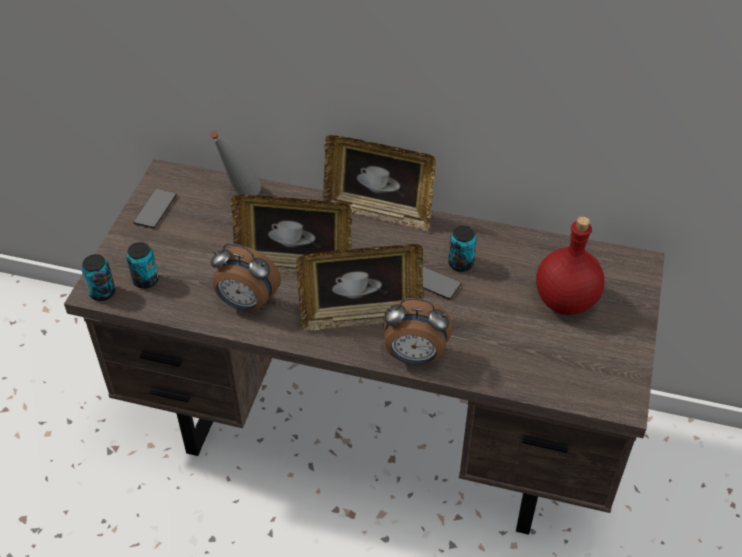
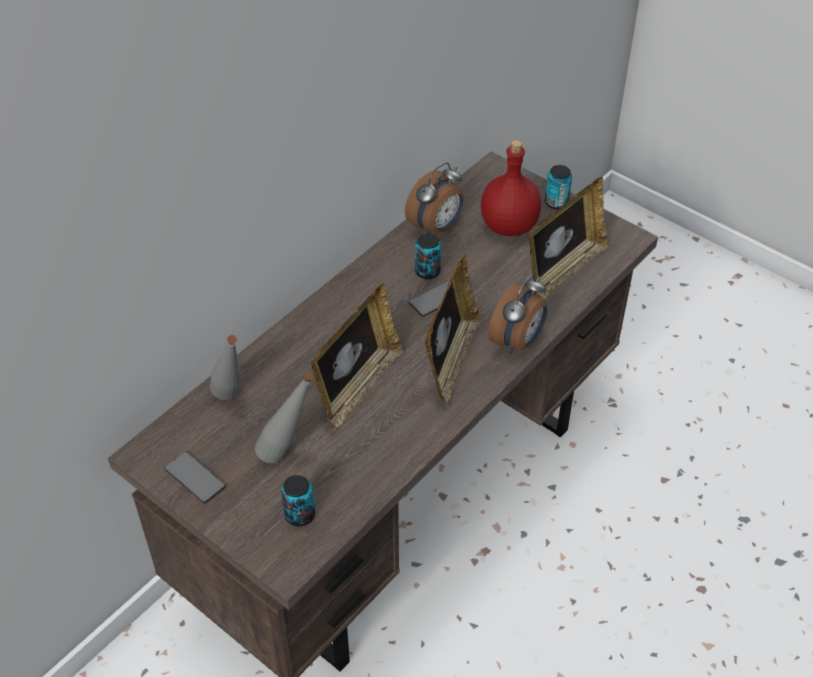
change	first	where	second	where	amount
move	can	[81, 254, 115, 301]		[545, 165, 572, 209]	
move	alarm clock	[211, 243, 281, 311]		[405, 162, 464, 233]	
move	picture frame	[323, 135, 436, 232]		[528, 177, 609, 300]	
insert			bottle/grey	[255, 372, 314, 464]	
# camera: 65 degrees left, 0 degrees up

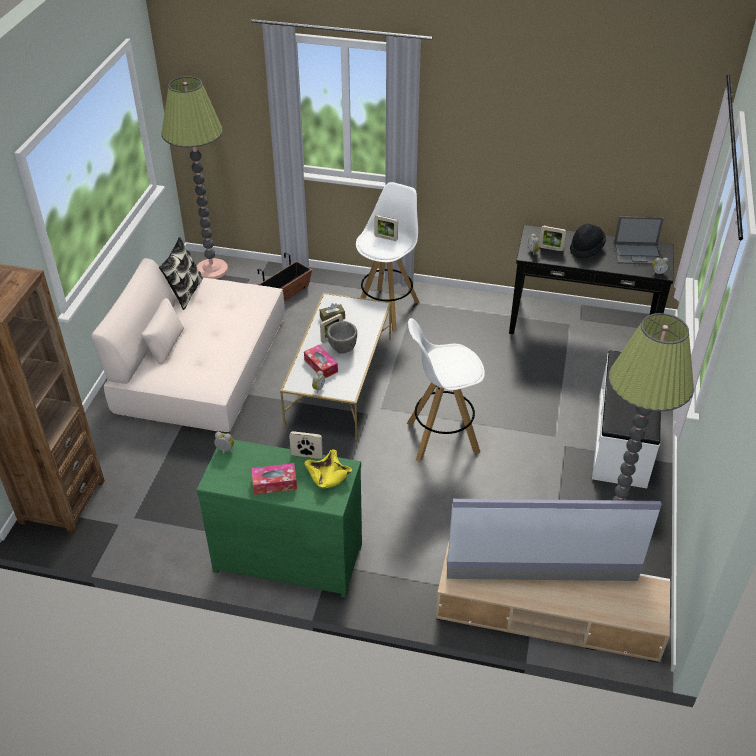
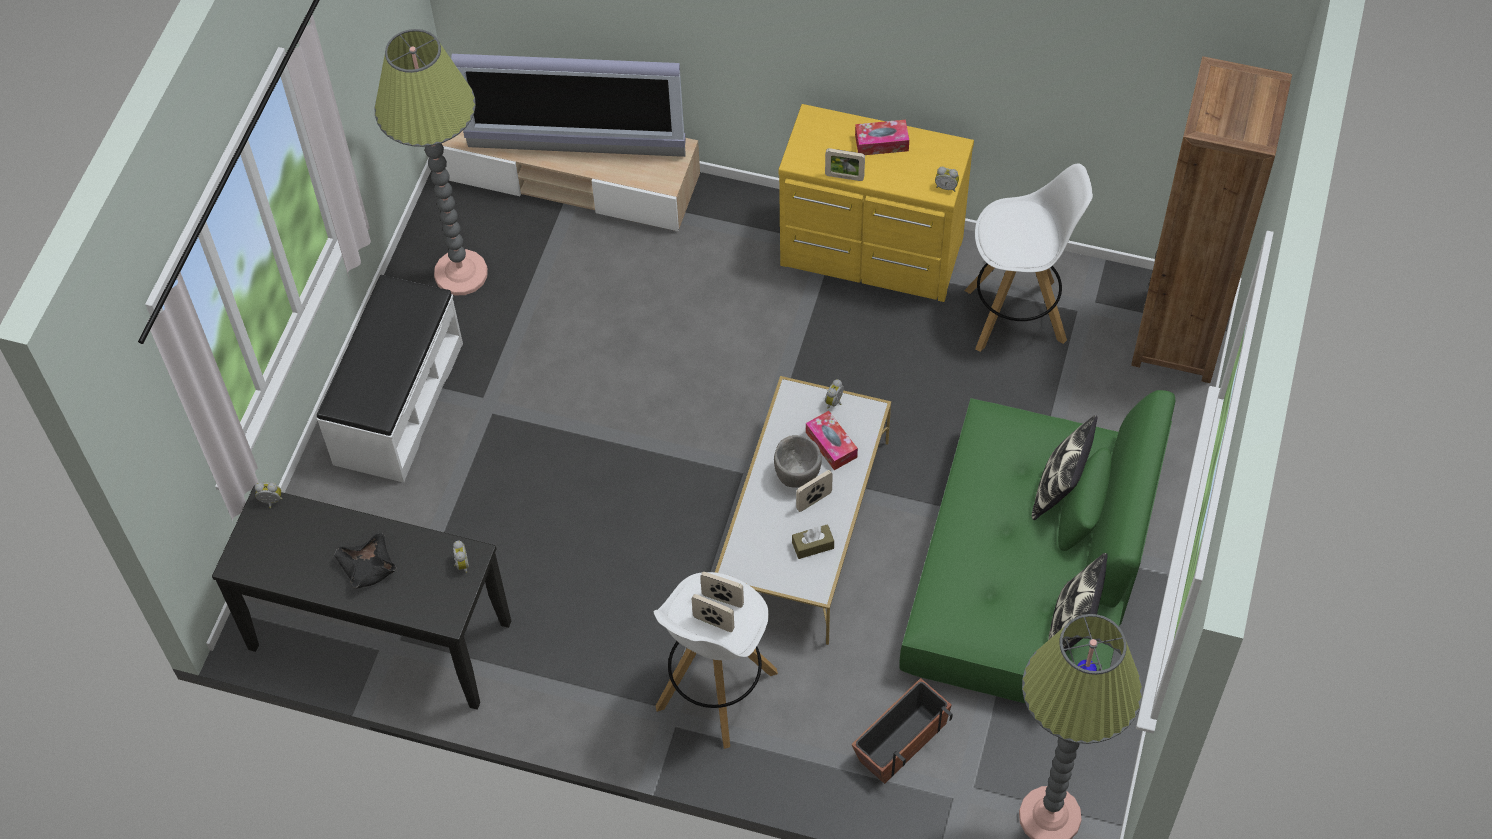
change	first	where	second	where	amount
recolor	sofa/beige	[91, 258, 285, 432]	sofa/green	[899, 390, 1175, 703]	
recolor	dresser/green	[196, 440, 362, 598]	dresser/yellow	[778, 104, 974, 302]	
delete	bowl/yellow	[304, 450, 352, 488]			
move	stool/white	[407, 318, 485, 462]		[964, 164, 1093, 352]	
move	picture frame	[539, 226, 566, 251]		[700, 572, 744, 608]	
replace	hat/black	[570, 223, 606, 258]	bowl/black	[334, 533, 396, 588]	
delete	laptop	[614, 216, 664, 264]			
insert			pillow	[1032, 415, 1098, 520]	
# camera: 175 degrees left, 15 degrees up

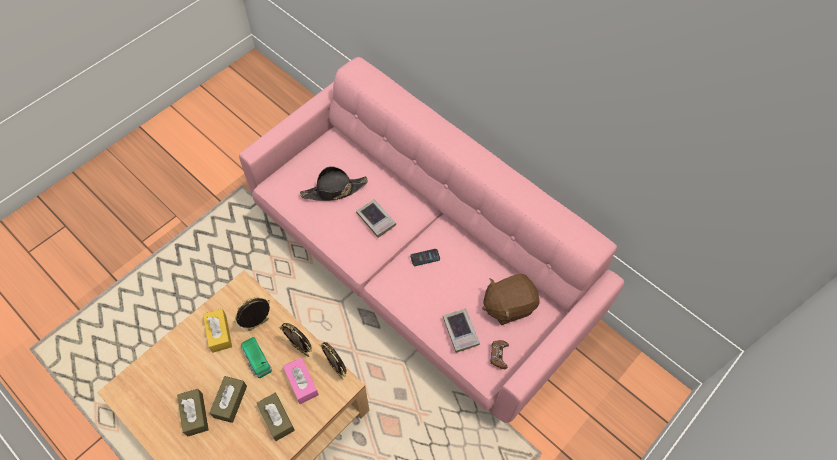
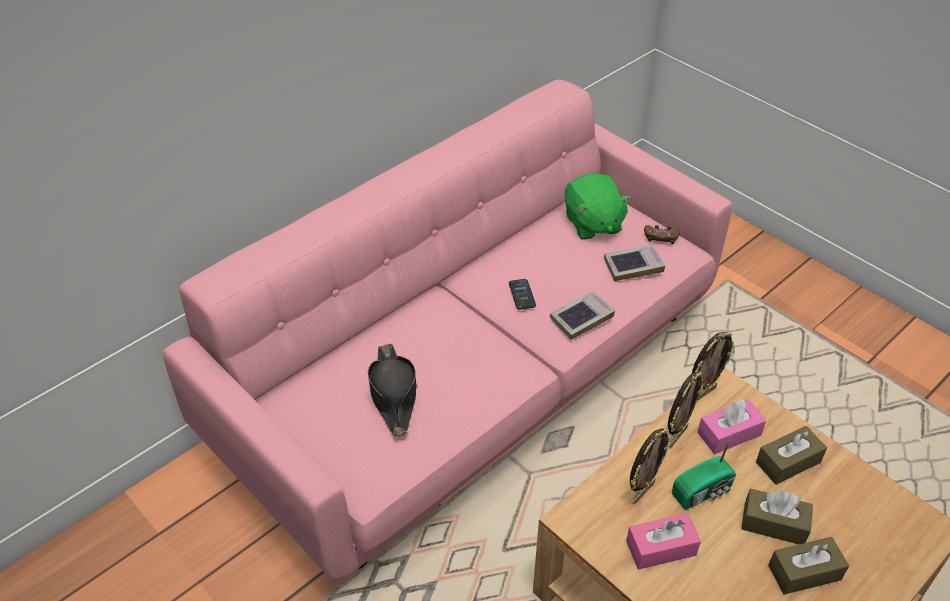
change	first	where	second	where	amount
recolor	tissue box/yellow	[203, 309, 232, 353]	tissue box/pink	[626, 513, 701, 570]	
rotate	picture frame	[234, 296, 270, 331]		[630, 428, 671, 504]	105 degrees counterclockwise
move	book	[356, 199, 396, 238]		[550, 291, 615, 340]	
recolor	plush toy/brown	[482, 274, 539, 325]	plush toy/green	[564, 173, 632, 239]	
# camera: 85 degrees left, 15 degrees down

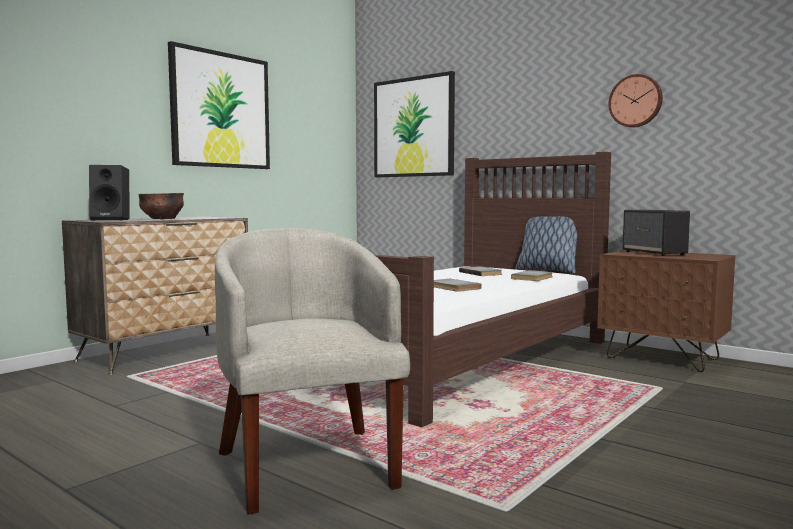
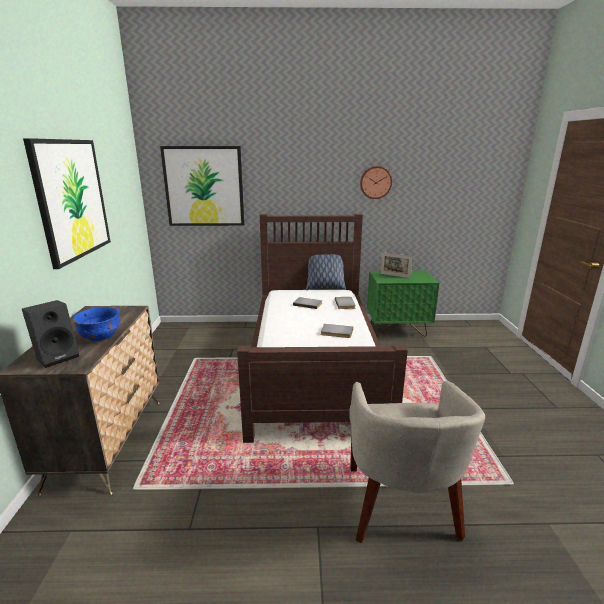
change	first	where	second	where	amount
recolor	bowl/brown	[138, 193, 184, 220]	bowl/blue	[73, 307, 120, 341]	
rotate	armchair/beige	[215, 228, 410, 514]		[349, 381, 485, 543]	120 degrees counterclockwise
recolor	nightstand/brown	[597, 250, 735, 372]	nightstand/green	[367, 270, 439, 337]	
replace	speaker	[622, 210, 690, 256]	picture frame	[380, 252, 413, 278]	
# camera: 40 degrees left, 15 degrees up

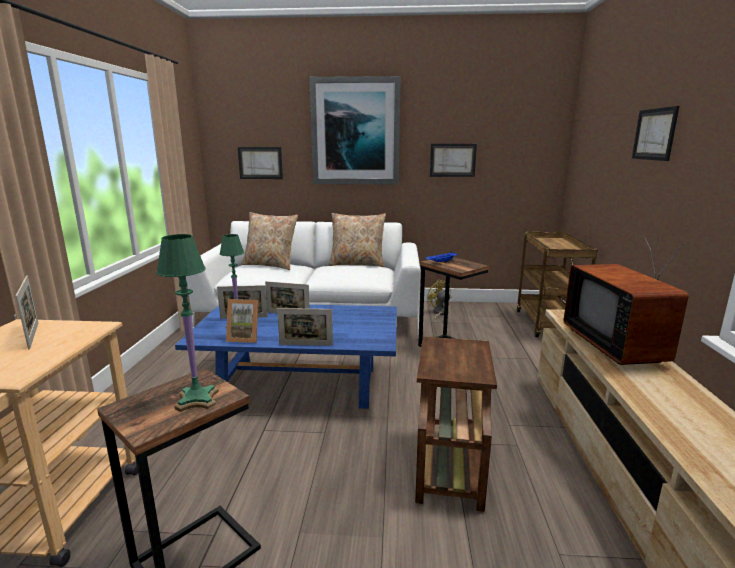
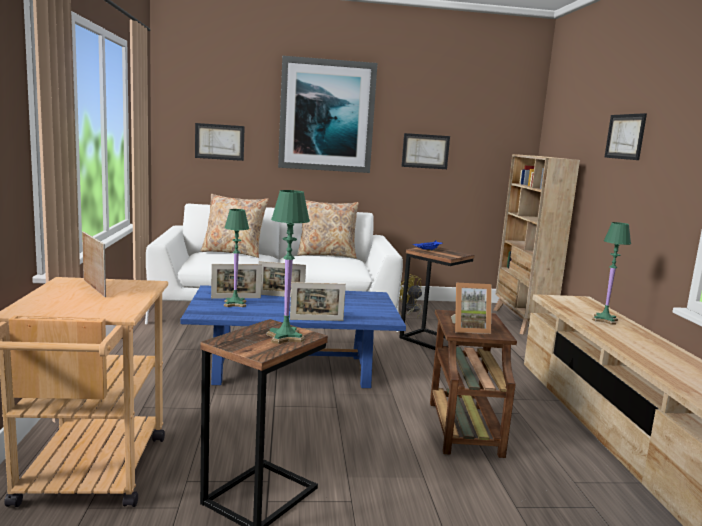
change	first	where	second	where	amount
move	picture frame	[226, 299, 258, 343]		[451, 283, 492, 334]	
replace	cart/brown	[516, 232, 597, 337]	bookcase/beige	[494, 154, 580, 335]	
replace	television	[563, 238, 689, 365]	table lamp/green	[592, 222, 631, 325]	
# camera: 10 degrees left, 5 degrees down

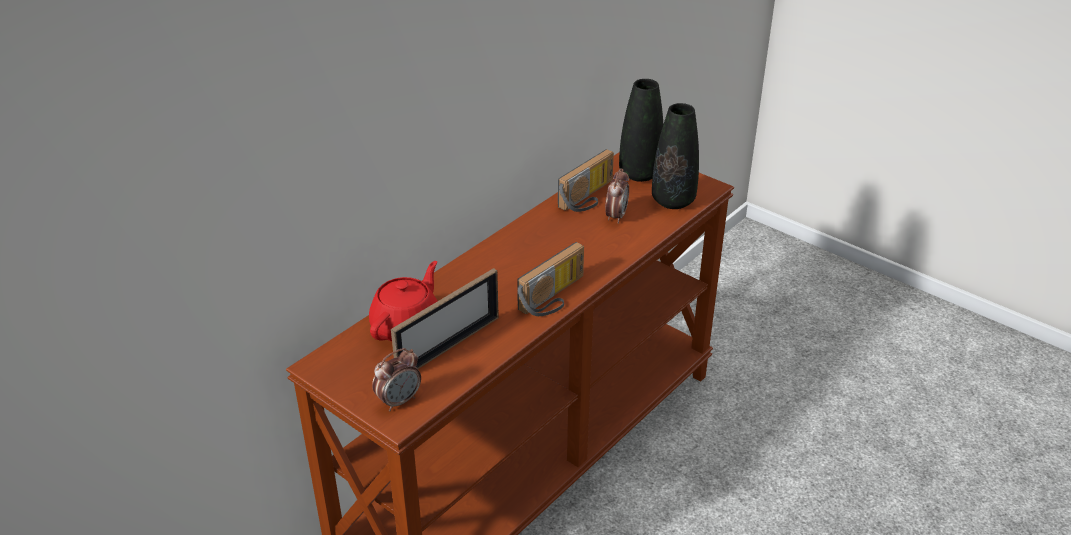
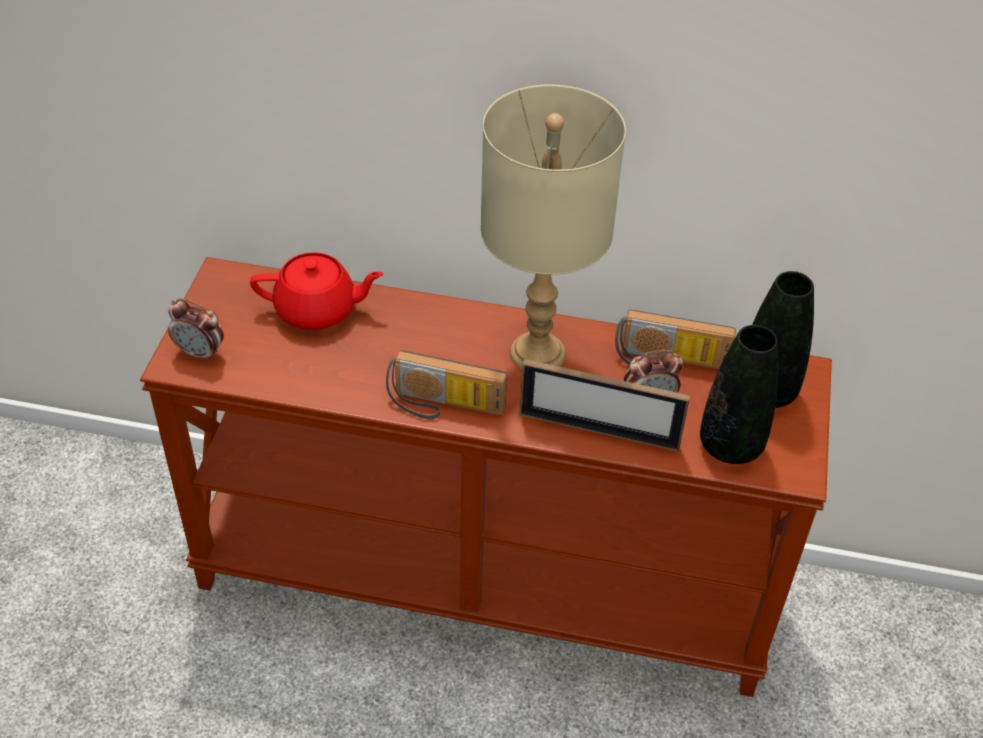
change	first	where	second	where	amount
move	picture frame	[391, 268, 499, 369]		[519, 359, 690, 452]	
insert			table lamp/beige	[480, 84, 626, 370]	
# camera: 60 degrees right, 10 degrees up

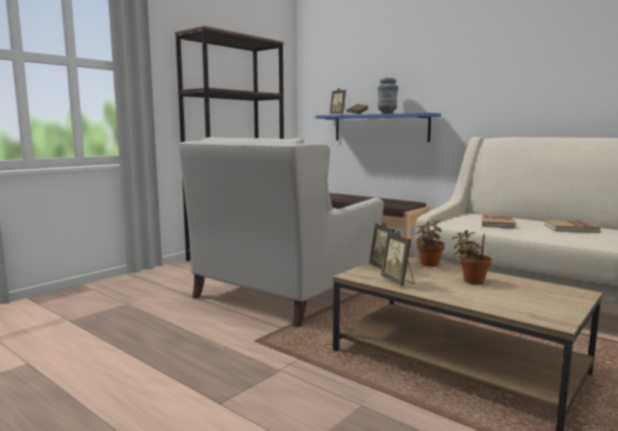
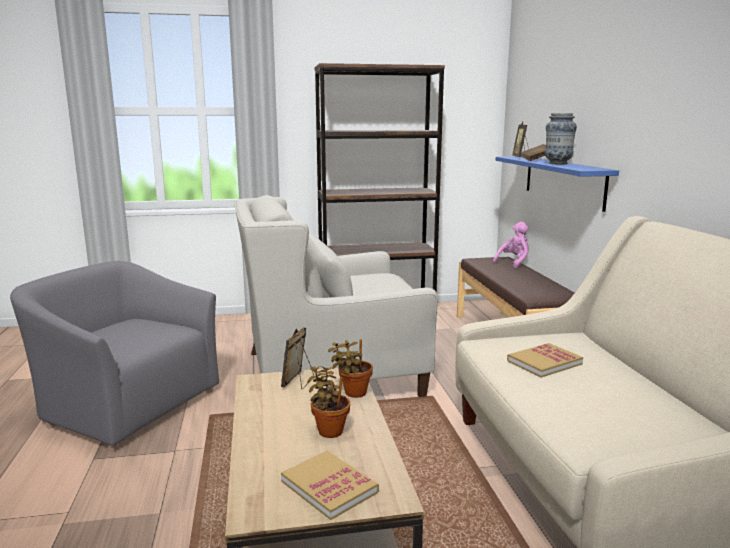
change	first	where	second	where	amount
delete	picture frame	[381, 230, 414, 286]			
move	book	[544, 220, 601, 233]		[281, 451, 379, 520]	
insert			armchair/grey	[10, 261, 219, 450]	
insert			plush toy/pink	[493, 222, 529, 268]	
# camera: 40 degrees right, 5 degrees up

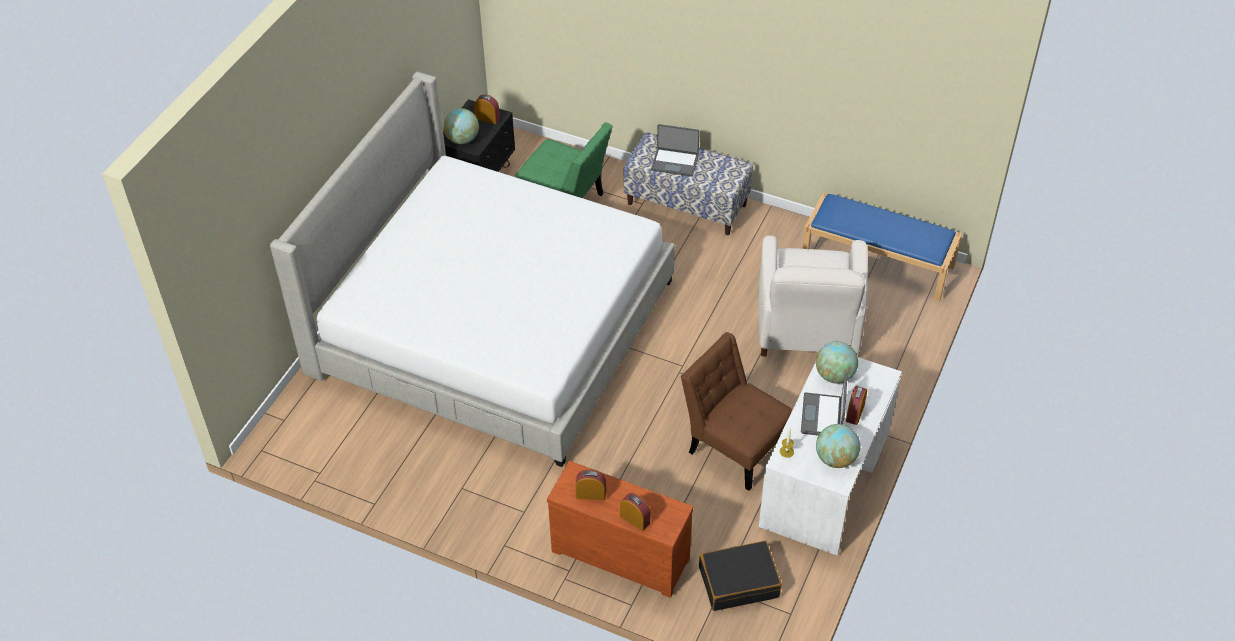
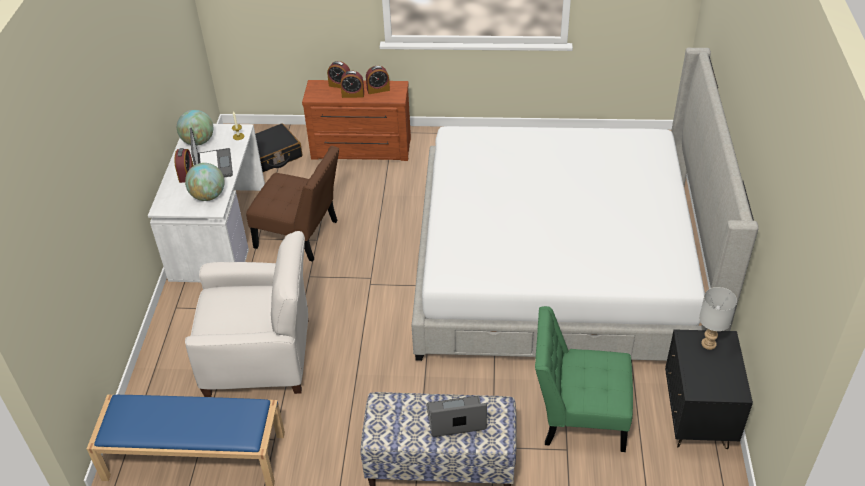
change	first	where	second	where	amount
replace	globe	[443, 108, 479, 144]	table lamp/grey	[699, 287, 737, 350]	
move	alarm clock	[474, 94, 500, 124]		[341, 70, 364, 98]	
rotate	armchair/white	[759, 236, 868, 356]		[185, 231, 309, 397]	105 degrees clockwise
# camera: 160 degrees right, 5 degrees down

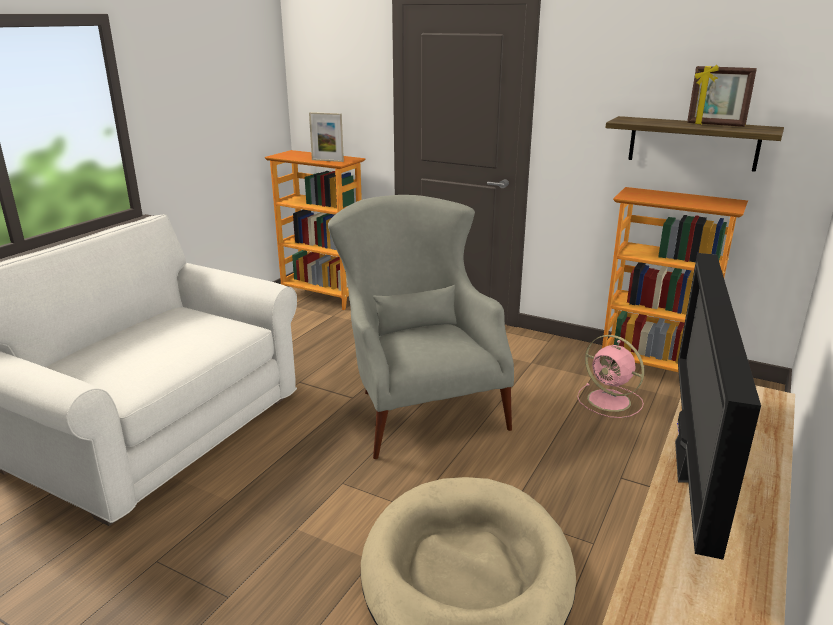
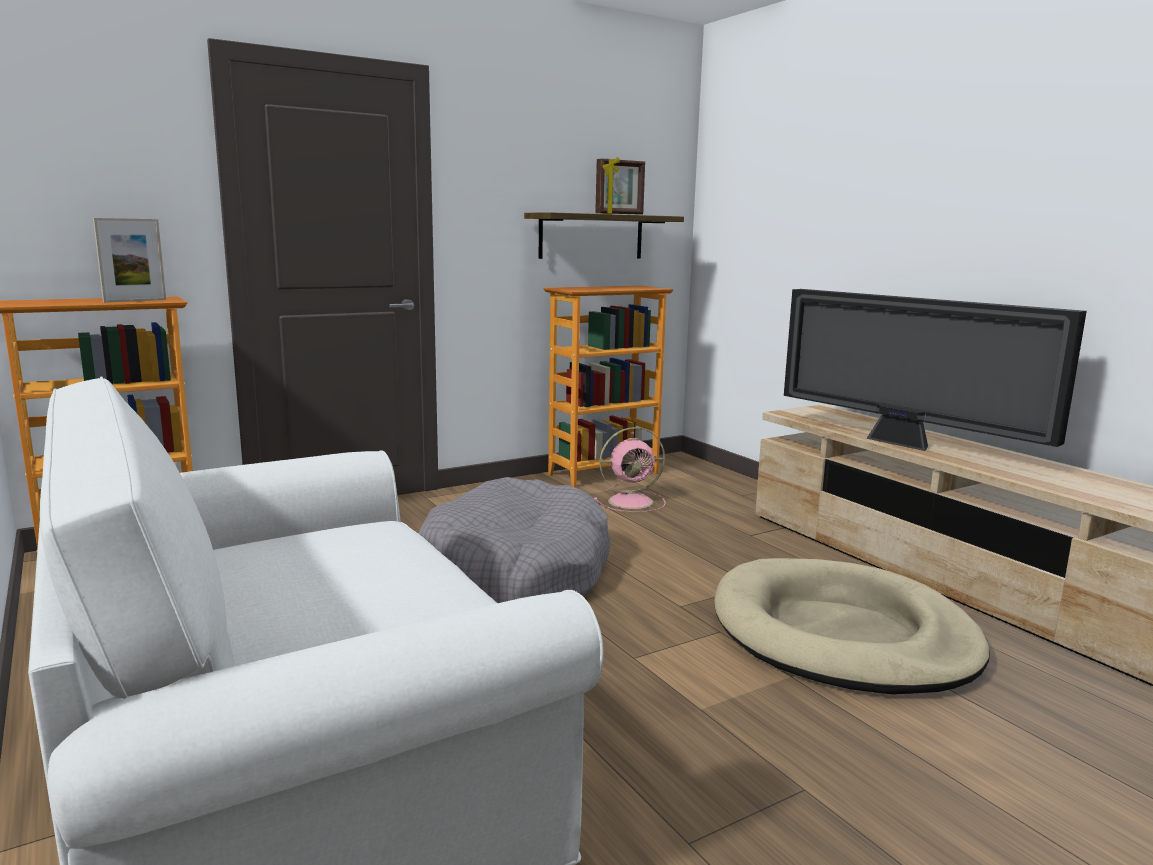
change	first	where	second	where	amount
replace	armchair/grey	[328, 195, 514, 459]	dog bed/grey	[418, 477, 611, 603]	
# camera: 60 degrees left, 10 degrees down

